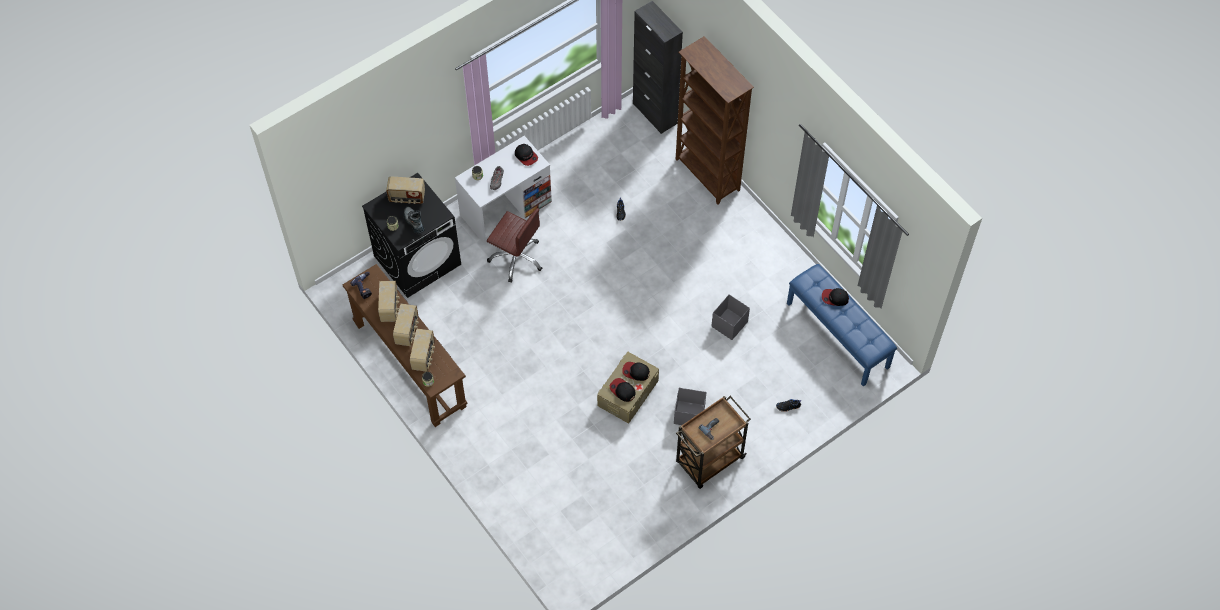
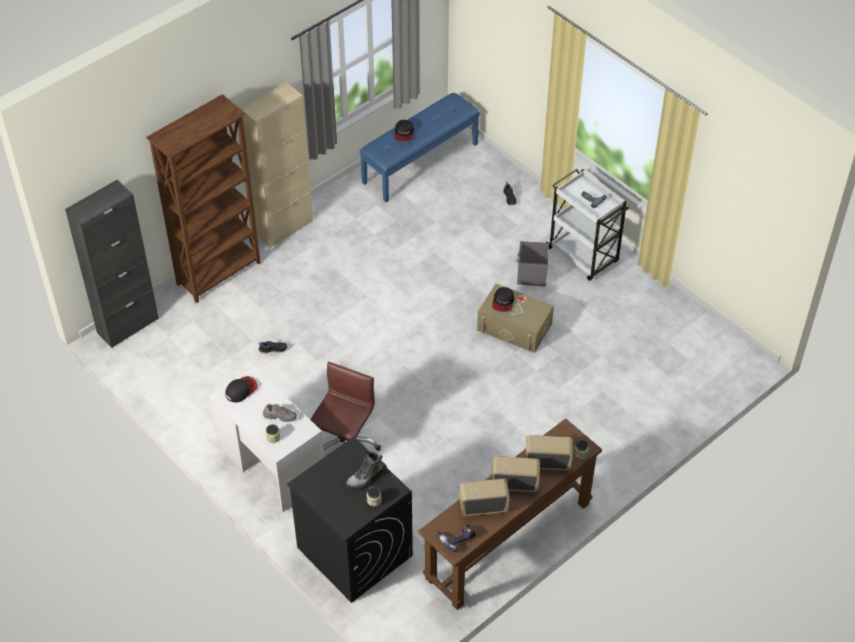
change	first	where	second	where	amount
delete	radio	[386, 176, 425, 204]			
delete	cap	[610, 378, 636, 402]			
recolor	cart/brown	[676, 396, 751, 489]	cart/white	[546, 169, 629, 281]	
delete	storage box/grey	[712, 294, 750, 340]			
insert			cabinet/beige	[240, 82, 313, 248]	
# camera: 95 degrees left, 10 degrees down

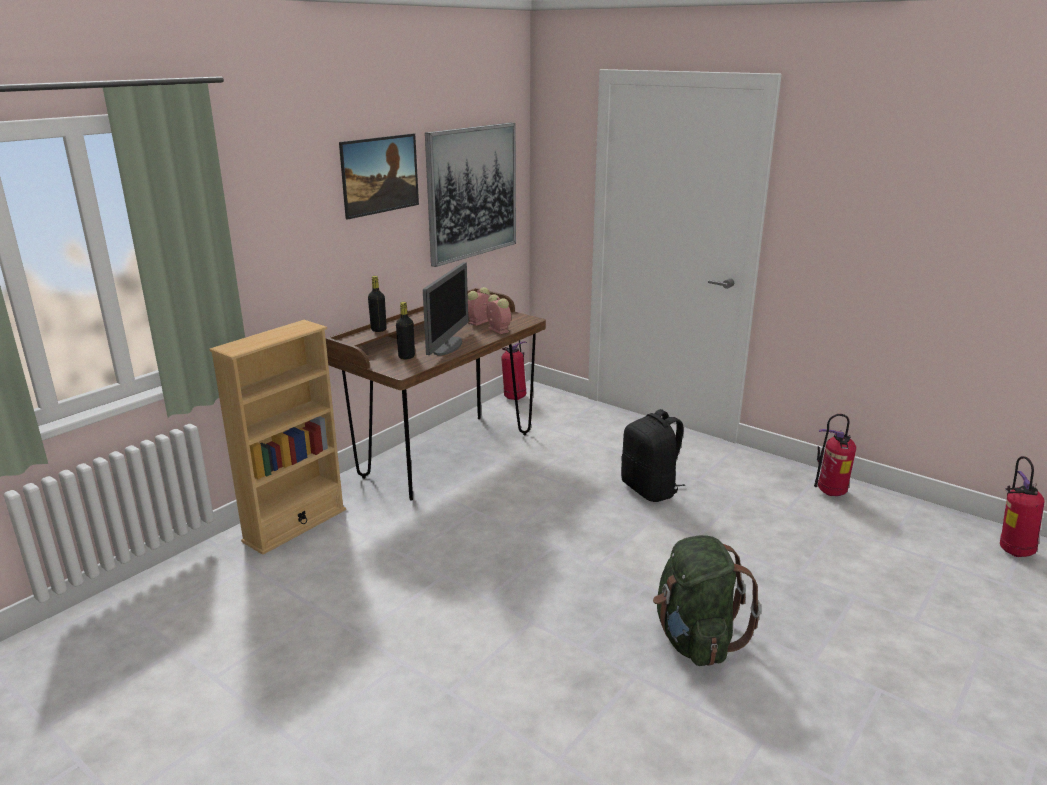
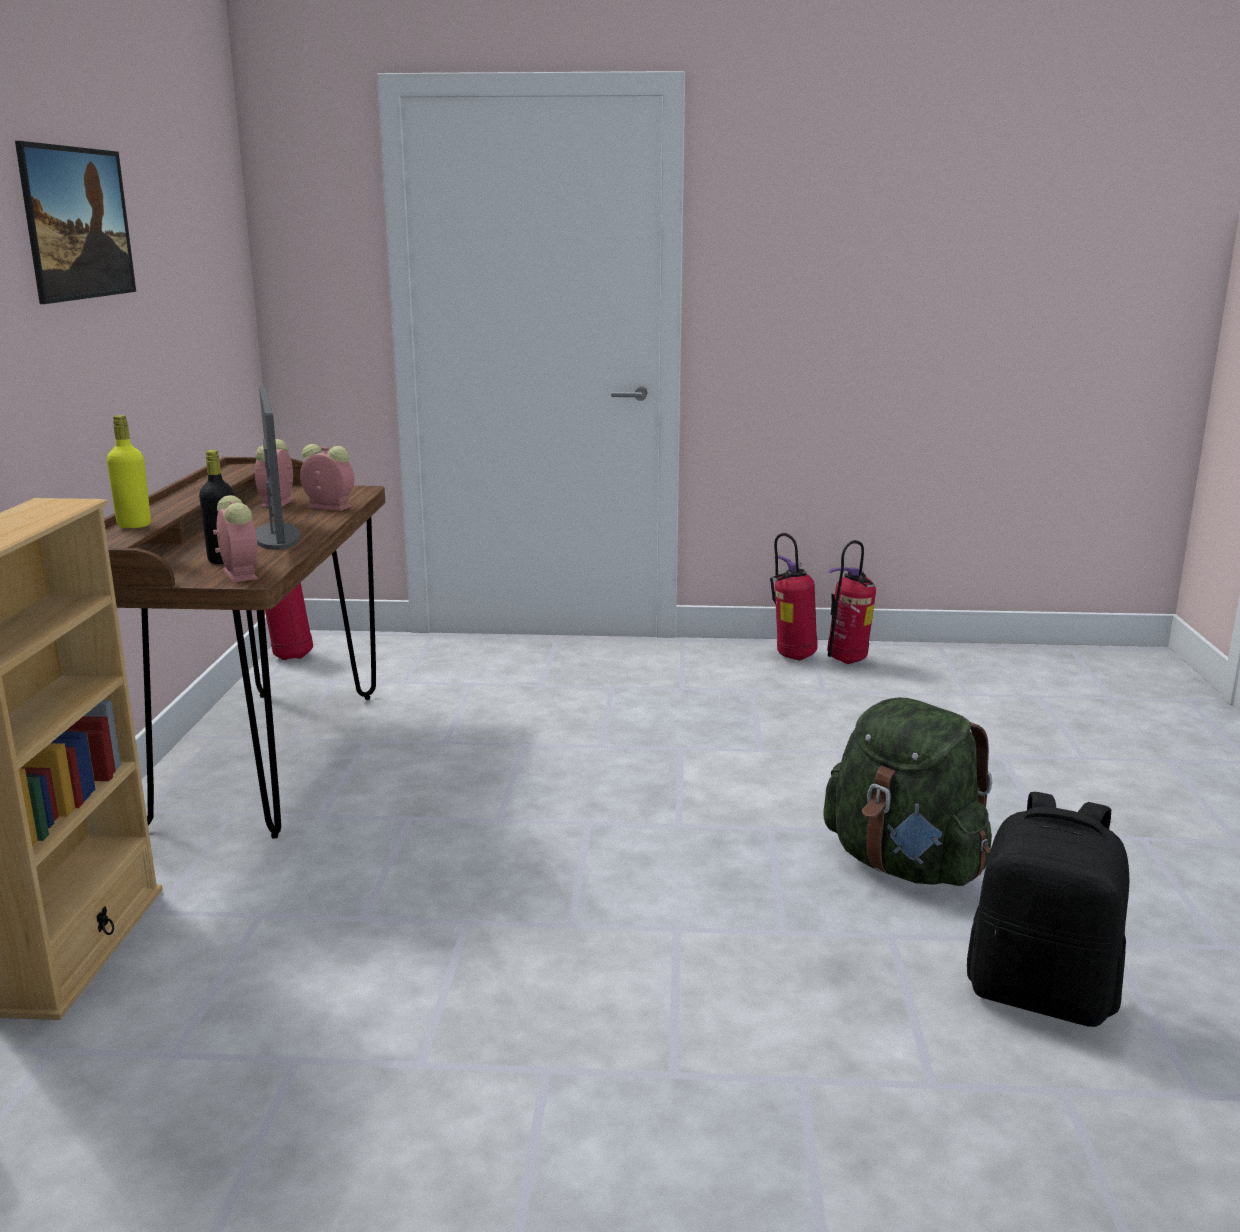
change	first	where	second	where	amount
recolor	bottle/black	[368, 276, 387, 332]	bottle/yellow	[107, 415, 151, 528]	
delete	picture	[425, 123, 516, 267]			
move	backpack/black	[621, 409, 685, 502]		[967, 792, 1130, 1027]	
move	fire extinguisher	[1000, 456, 1045, 557]		[770, 533, 818, 660]	
insert			alarm clock	[213, 495, 258, 582]	
# camera: 35 degrees left, 5 degrees down

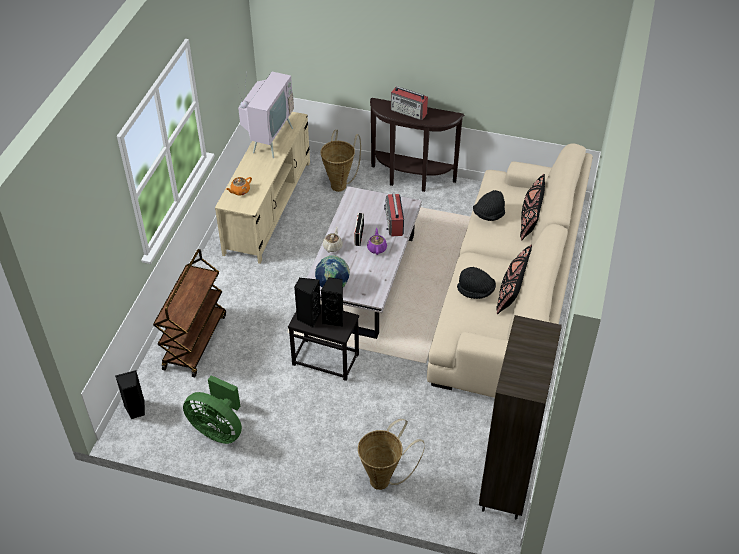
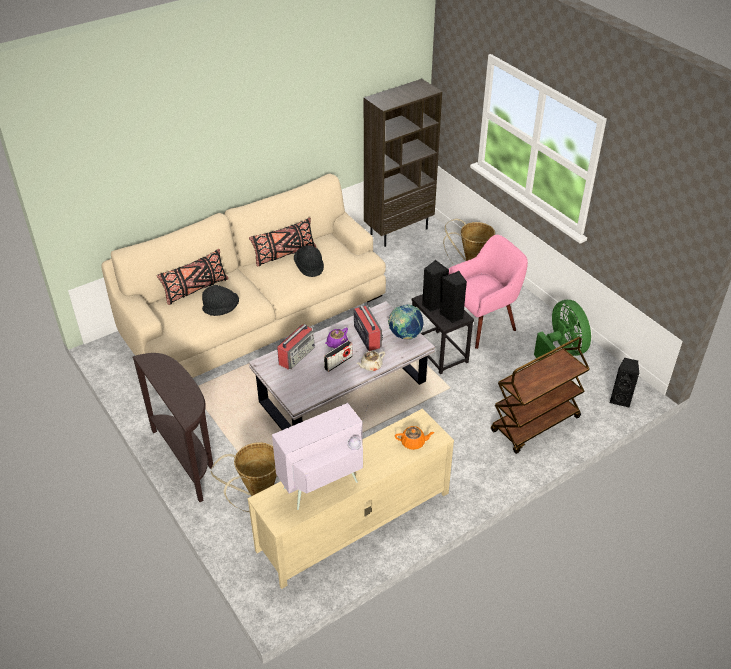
change	first	where	second	where	amount
move	radio	[391, 86, 428, 120]		[354, 302, 383, 351]	
insert			armchair/pink	[449, 235, 528, 349]	
# camera: 140 degrees left, 5 degrees down

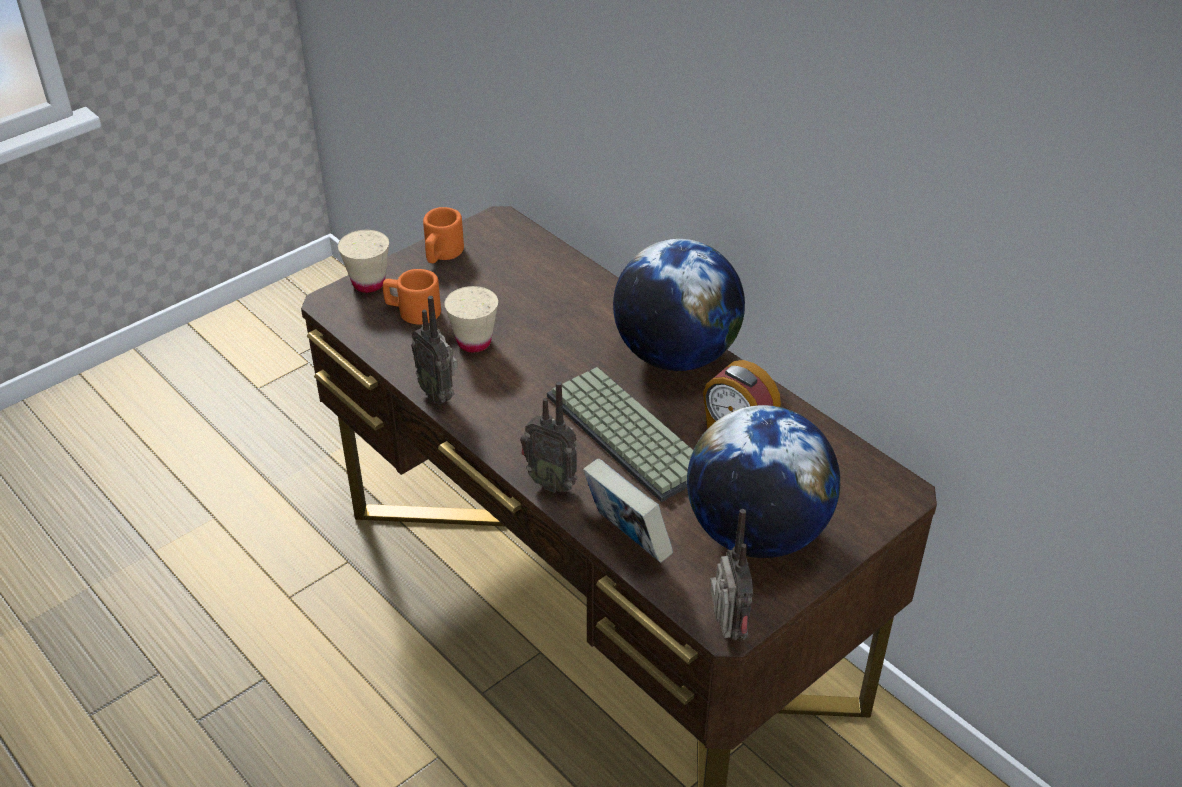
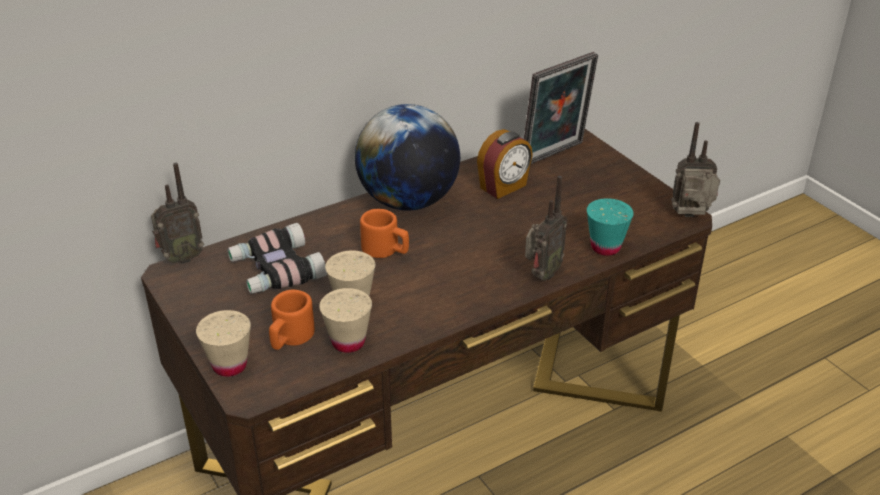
change	first	where	second	where	amount
move	radio	[411, 296, 458, 404]		[151, 163, 204, 264]	
move	mug/orange	[423, 207, 464, 263]		[360, 209, 409, 258]	
delete	keyboard	[547, 367, 693, 502]			
replace	book	[583, 459, 673, 563]	cup/turquoise	[587, 198, 634, 256]	
delete	globe	[687, 405, 840, 558]			
insert			binoculars	[227, 223, 327, 294]	
insert			cup/beige	[319, 288, 372, 353]	
insert			picture frame	[524, 52, 598, 165]	
# camera: 80 degrees left, 5 degrees down

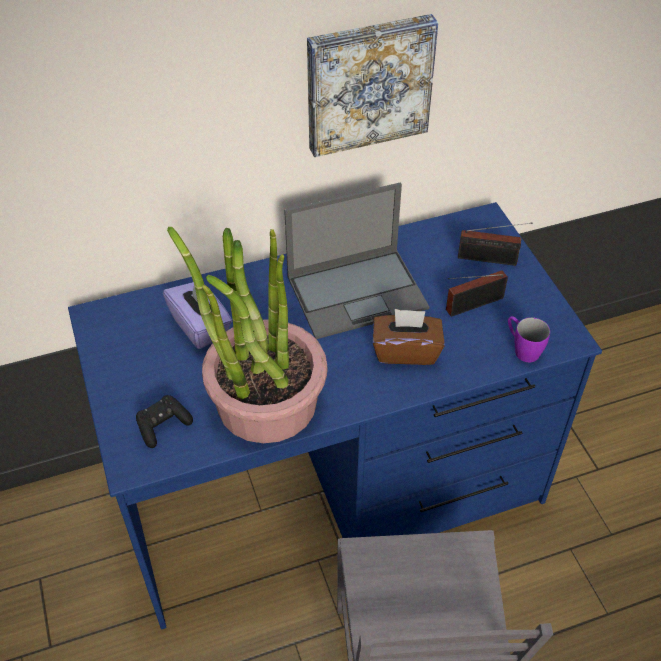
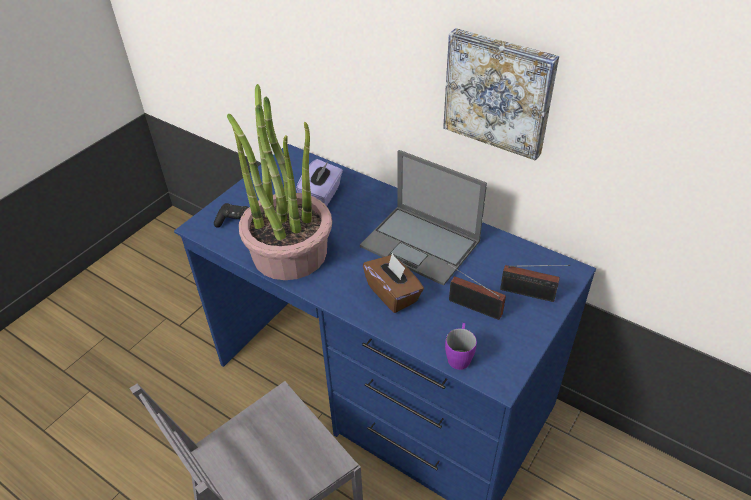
change	first	where	second	where	amount
rotate	radio	[458, 223, 533, 266]		[500, 265, 570, 302]	45 degrees counterclockwise
# camera: 55 degrees right, 5 degrees down

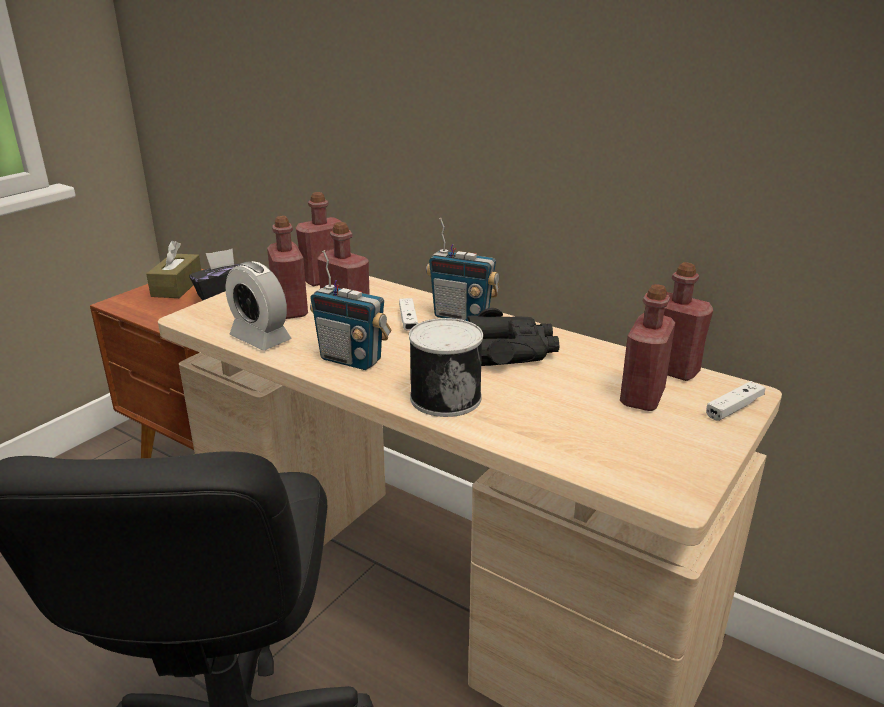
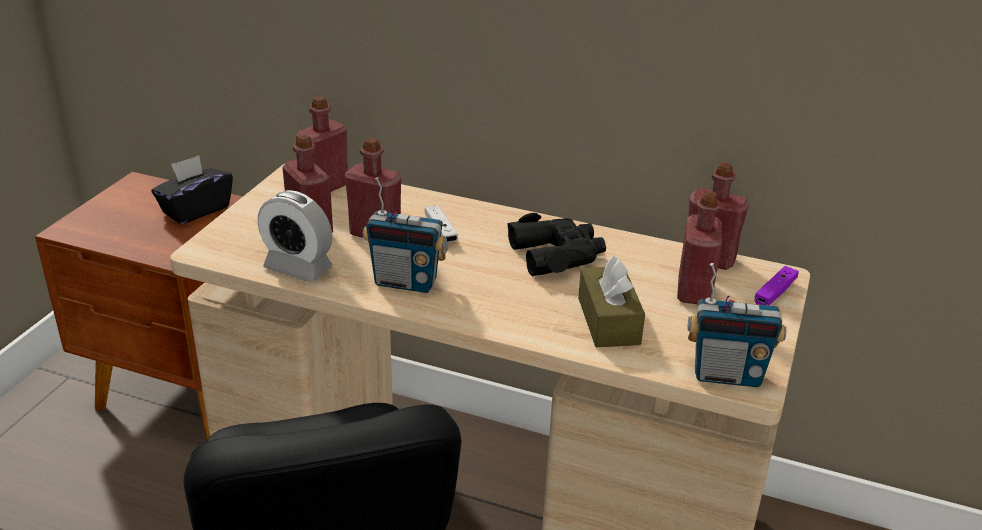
change	first	where	second	where	amount
move	tissue box/brown	[146, 241, 201, 298]		[578, 255, 645, 347]	
delete	can	[409, 318, 483, 417]			
move	radio	[426, 218, 500, 321]		[688, 263, 786, 387]	
recolor	game controller/white	[706, 381, 765, 421]	game controller/purple	[754, 266, 799, 305]	
# camera: 15 degrees left, 5 degrees up

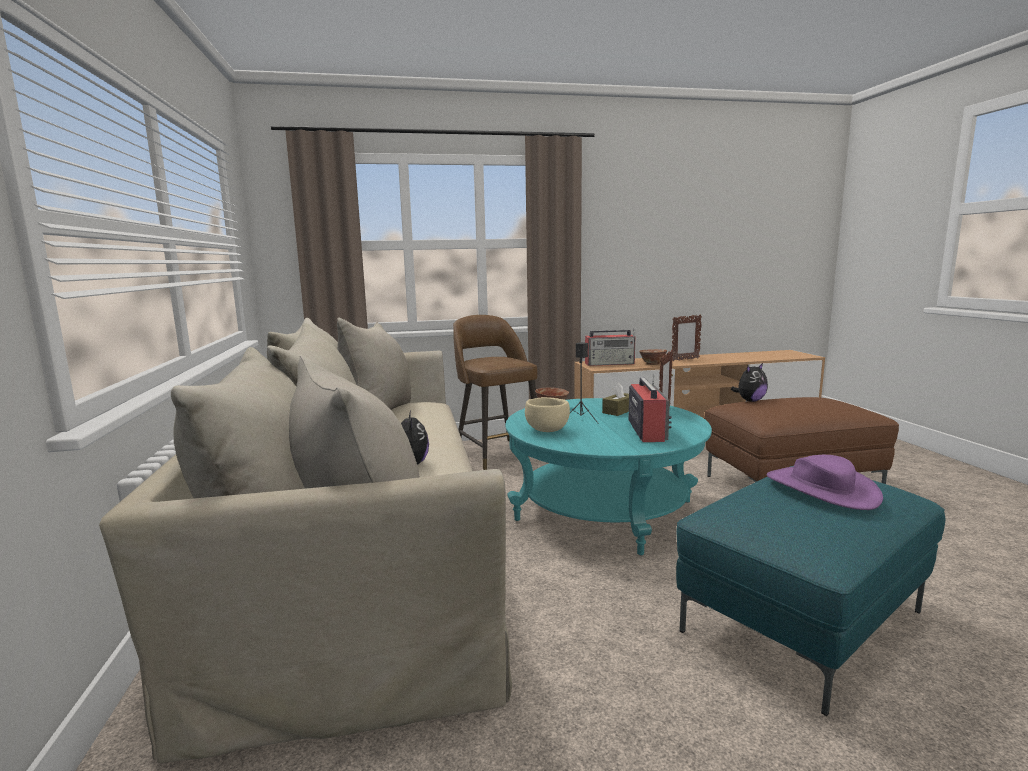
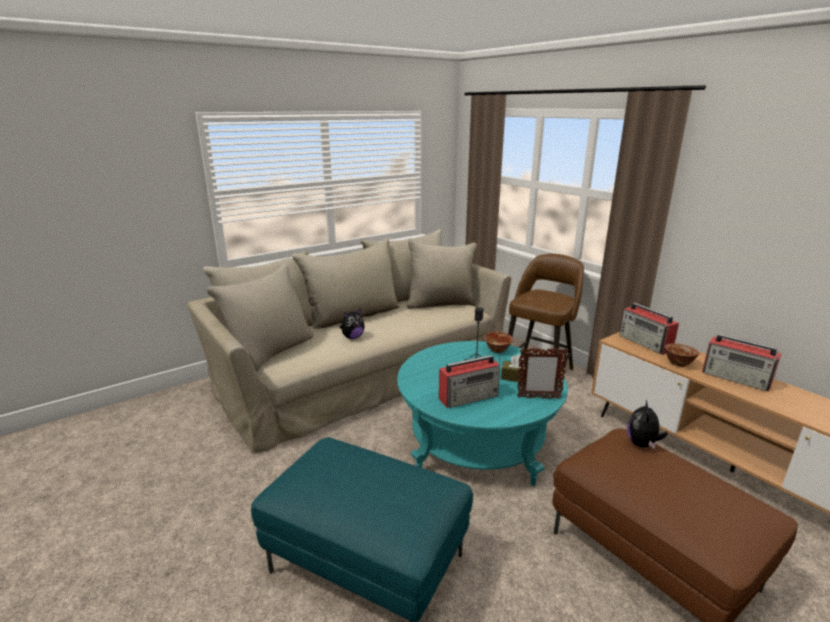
change	first	where	second	where	amount
delete	bowl/beige	[525, 397, 570, 432]			
replace	picture frame	[672, 315, 702, 361]	radio	[702, 334, 781, 392]	
rotate	plush toy	[731, 363, 768, 402]		[627, 400, 668, 449]	75 degrees clockwise
delete	hat/purple	[767, 455, 883, 510]			
# camera: 65 degrees right, 10 degrees up

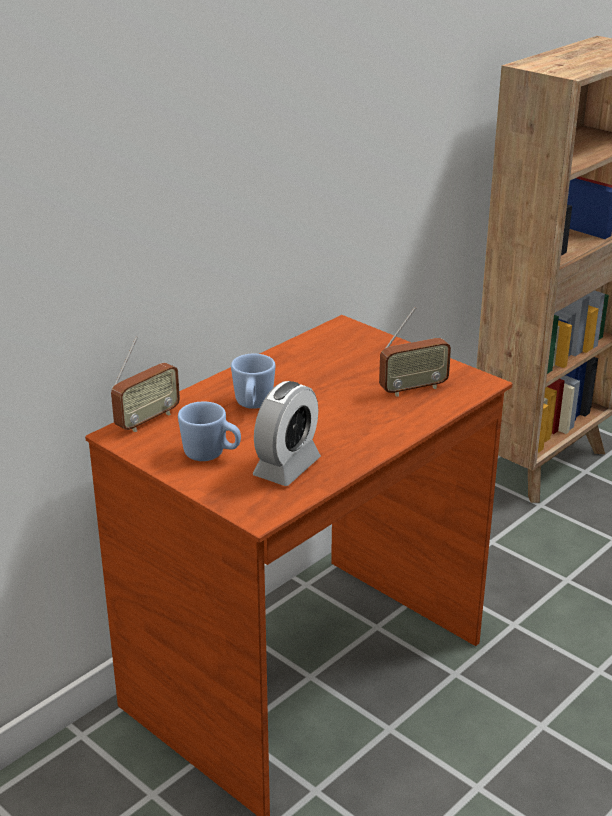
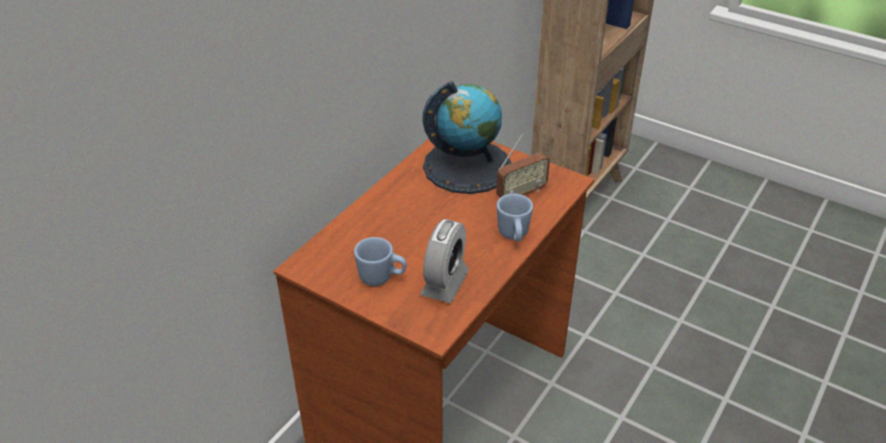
change	first	where	second	where	amount
delete	radio	[111, 337, 180, 432]			
move	mug/blue	[231, 354, 275, 409]		[497, 194, 533, 242]	
insert			globe	[422, 81, 512, 194]	
# camera: 10 degrees left, 10 degrees up

